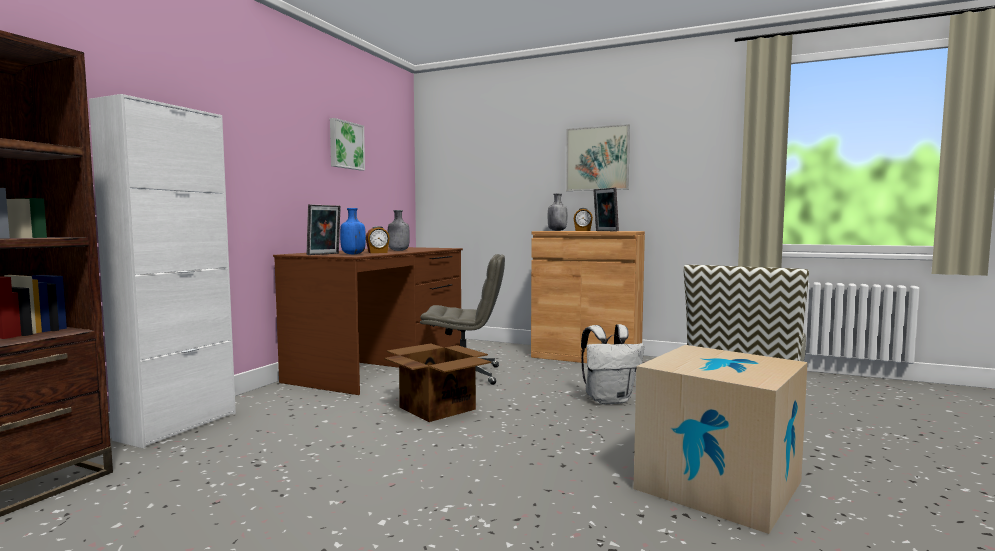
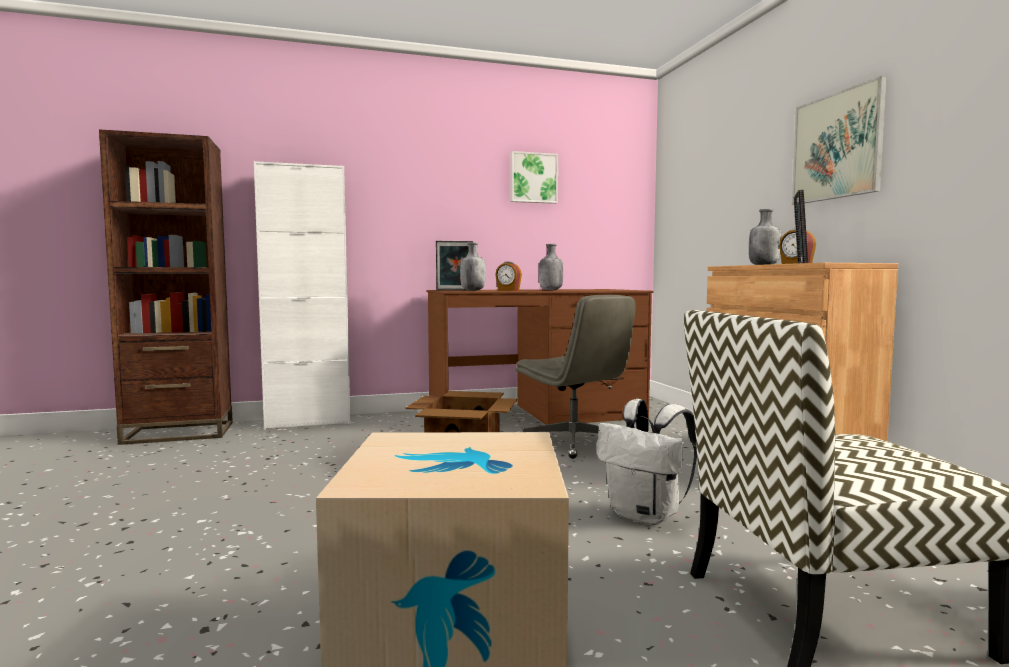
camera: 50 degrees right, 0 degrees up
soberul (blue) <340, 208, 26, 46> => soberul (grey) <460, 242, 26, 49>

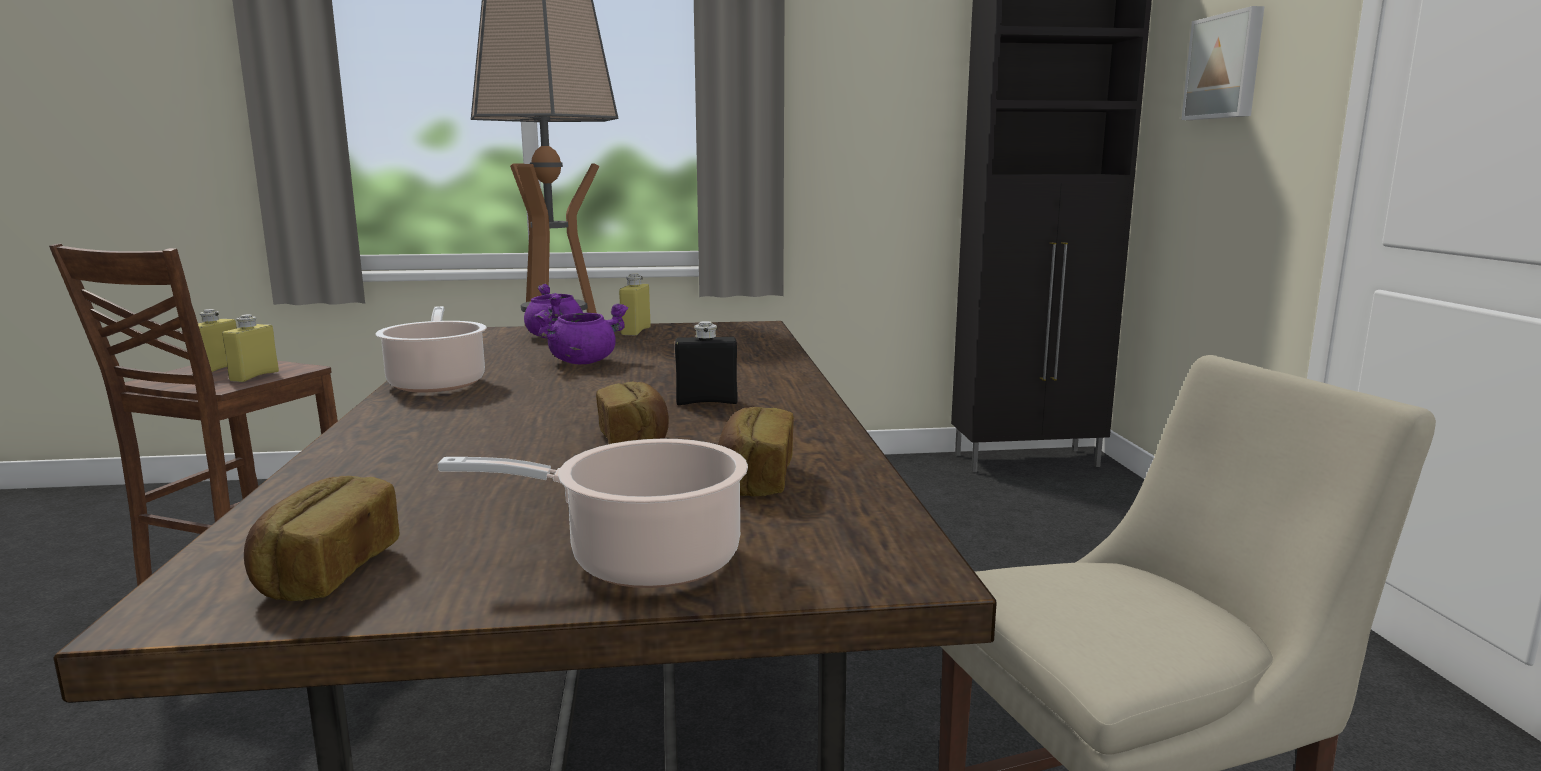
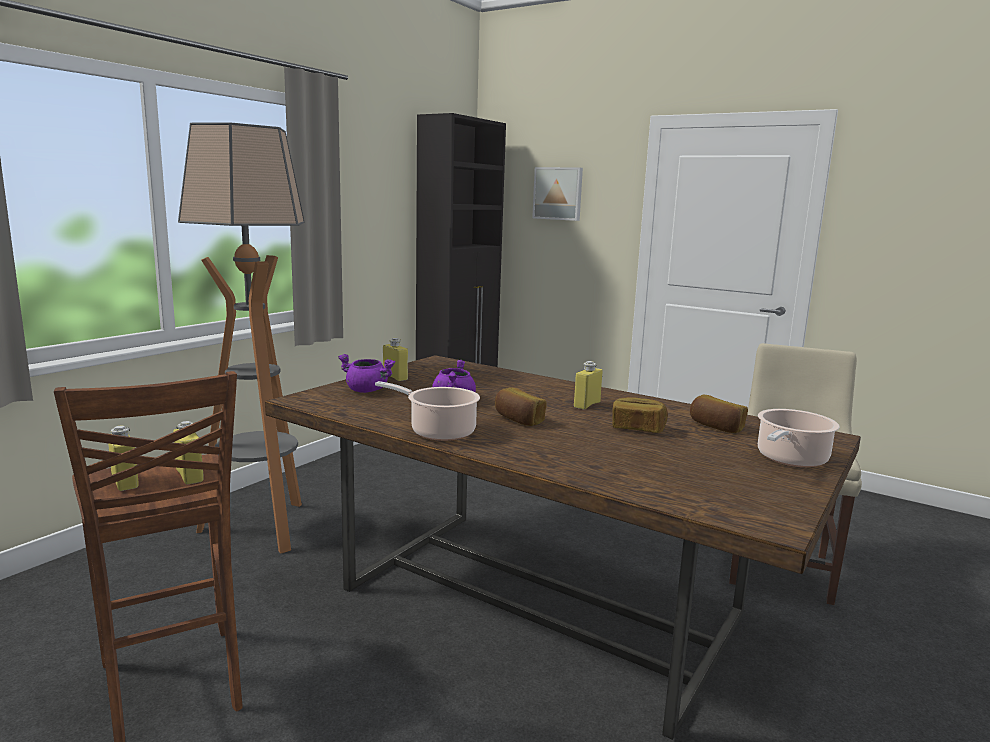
camera: 50 degrees left, 0 degrees up
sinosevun <244, 476, 156, 125> => sinosevun <495, 388, 52, 38>, shifted
soberul (black) <675, 321, 63, 84> => soberul (yellow) <574, 361, 28, 48>

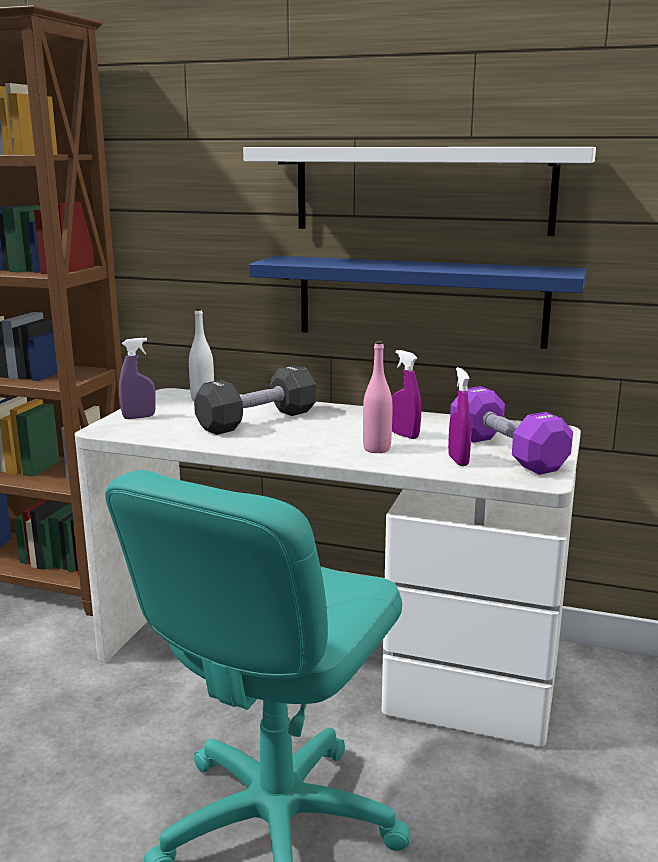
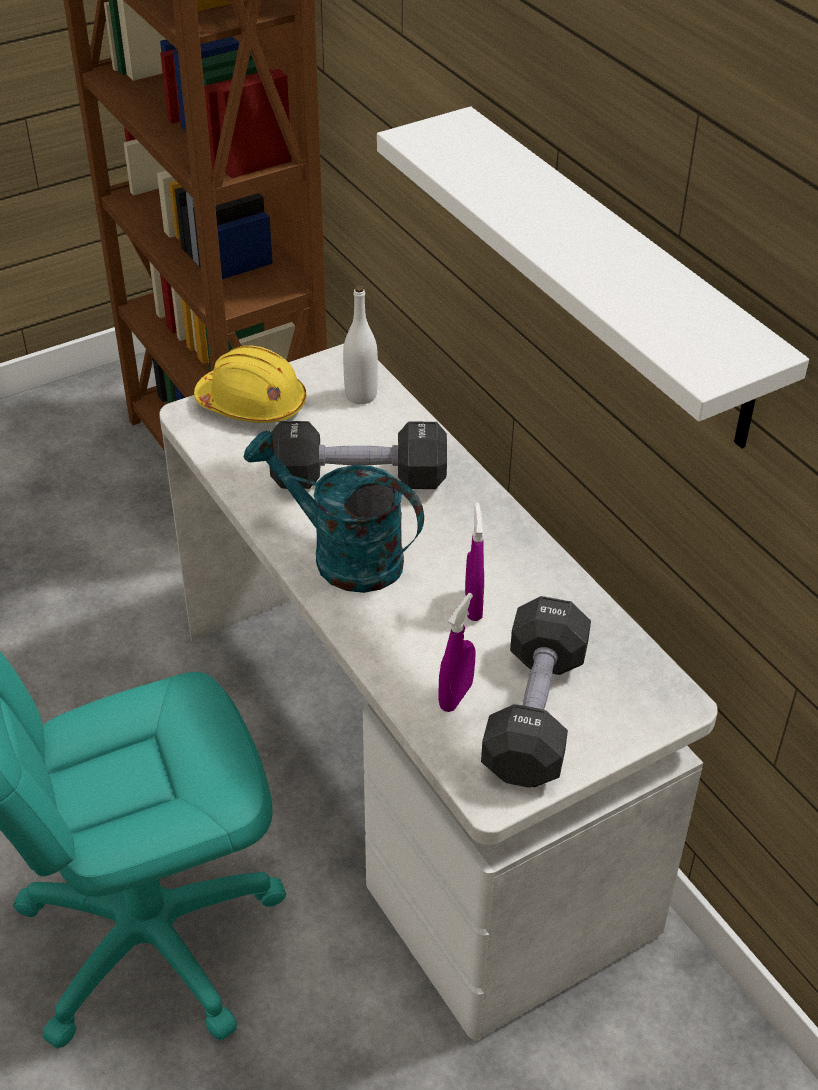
camera: 40 degrees right, 25 degrees up
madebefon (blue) <249, 256, 338, 93> => nothing
soberul (pink) <363, 341, 29, 112> => nothing
nothing => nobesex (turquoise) <244, 431, 180, 162>
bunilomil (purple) <119, 338, 37, 81> => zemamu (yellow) <194, 346, 112, 77>
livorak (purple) <450, 386, 123, 89> => livorak (black) <481, 596, 110, 191>

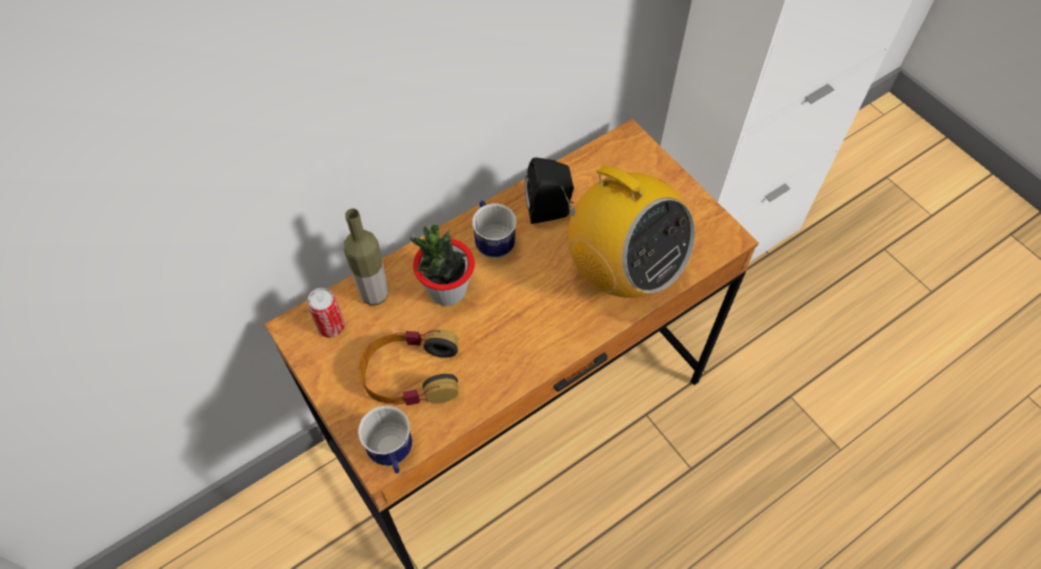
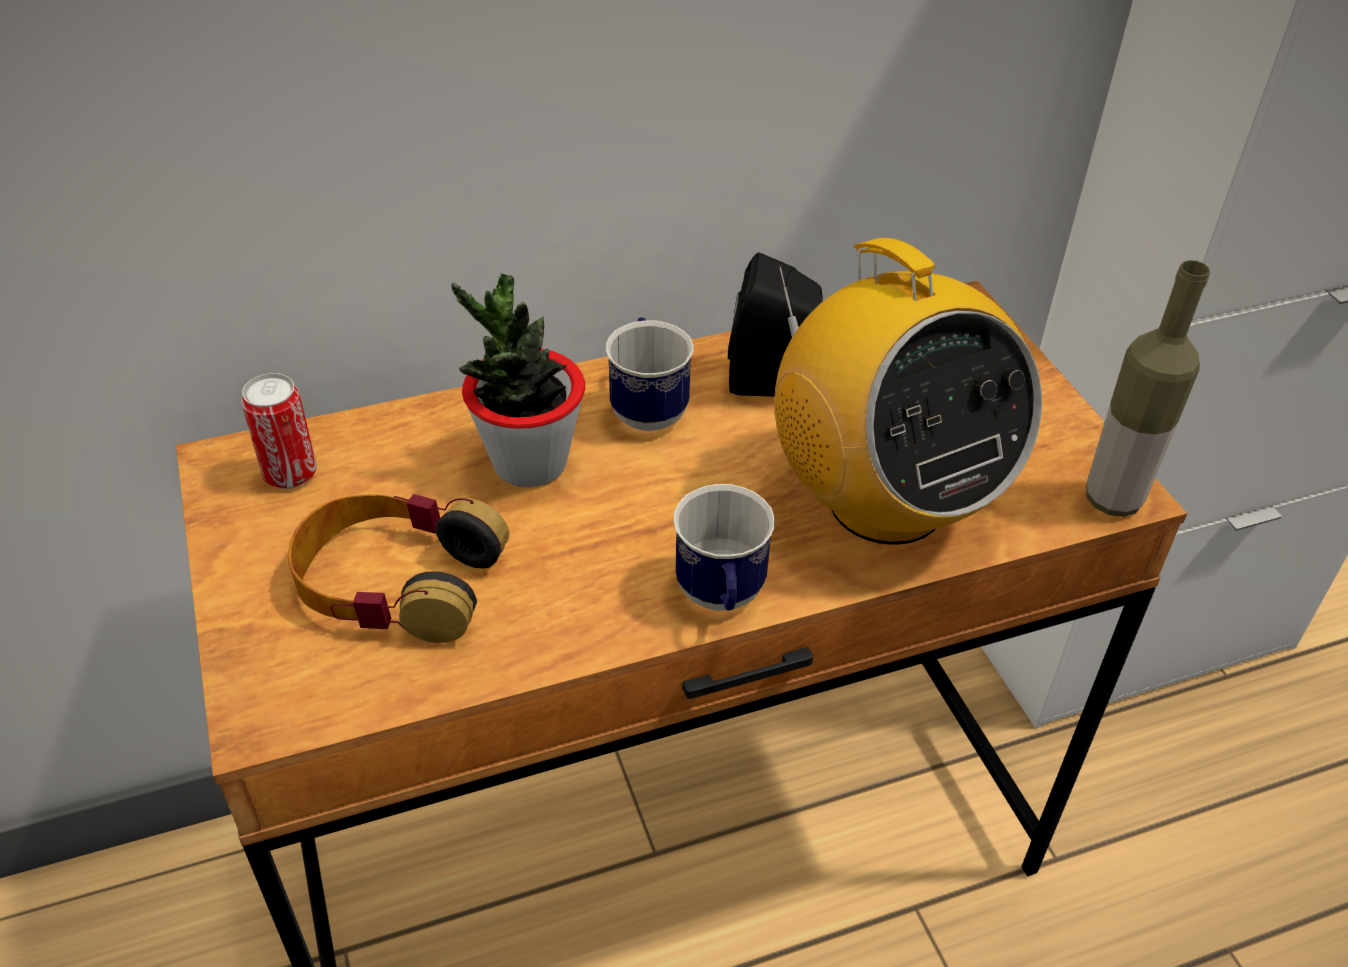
camera: 15 degrees right, 15 degrees down
soberul <344, 208, 44, 97> => soberul <1086, 260, 124, 257>, shifted
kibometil <358, 406, 54, 67> => kibometil <673, 484, 102, 126>, shifted

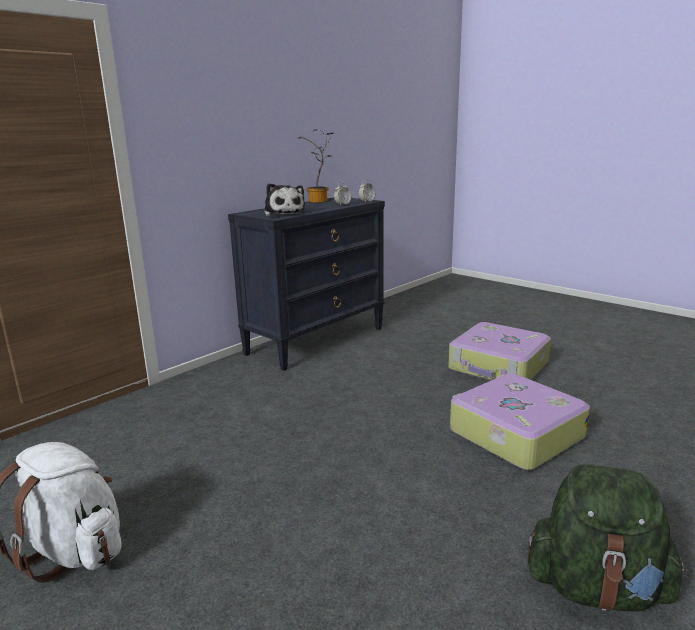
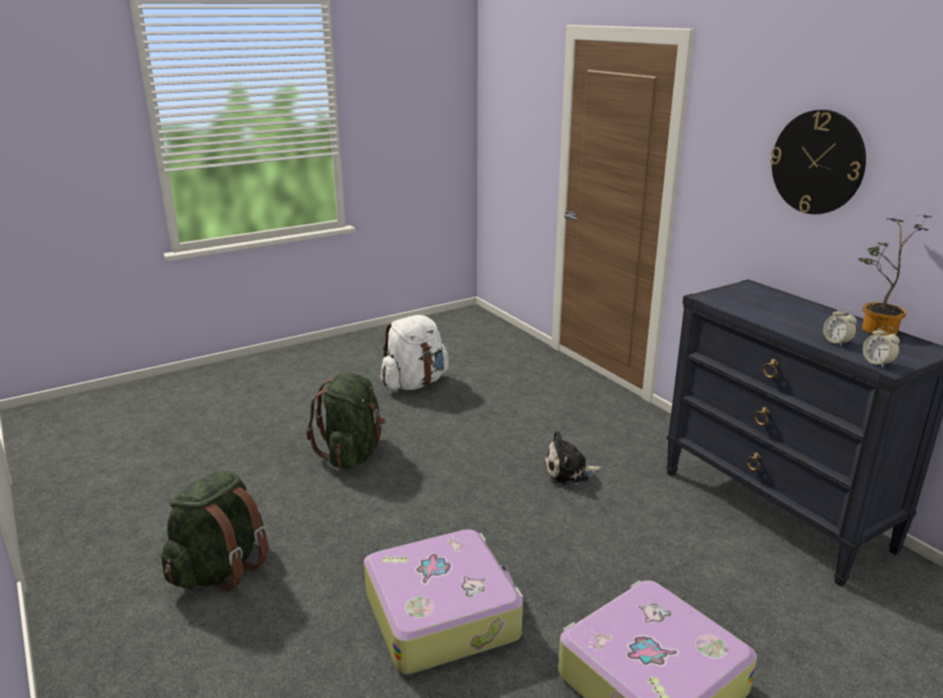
camera: 105 degrees right, 5 degrees up
nothing => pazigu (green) <307, 373, 79, 96>
nothing => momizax <770, 110, 96, 104>
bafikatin <264, 183, 41, 33> => bafikatin <544, 431, 58, 54>, shifted

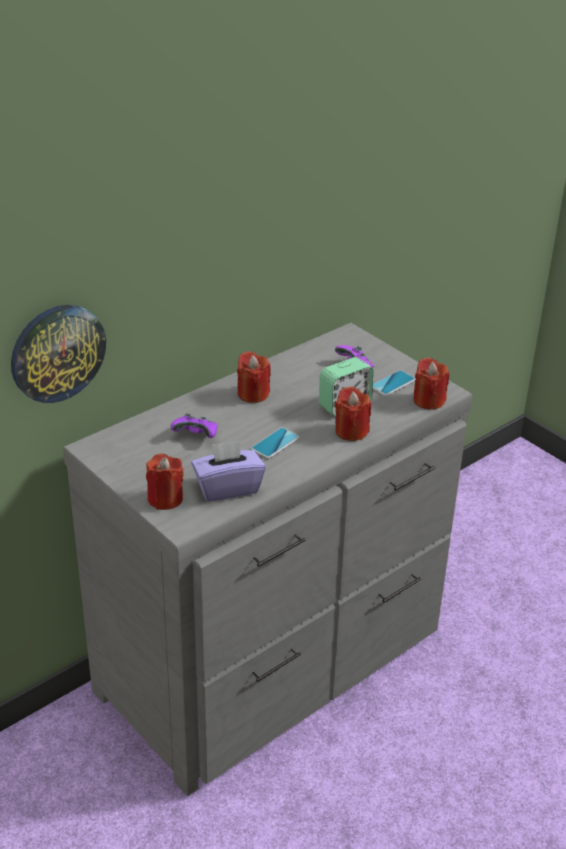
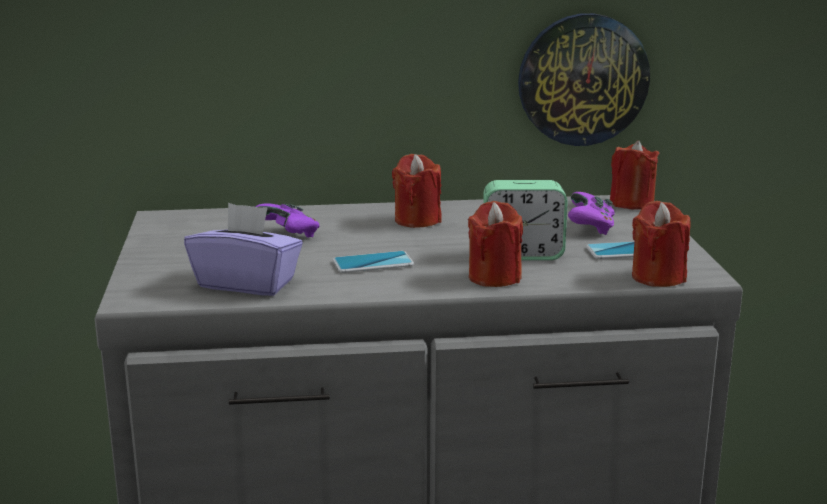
camera: 35 degrees right, 15 degrees down
momizax <11, 305, 95, 98> => momizax <518, 13, 132, 133>, shifted
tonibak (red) <146, 454, 37, 56> => tonibak (red) <610, 141, 49, 69>, shifted

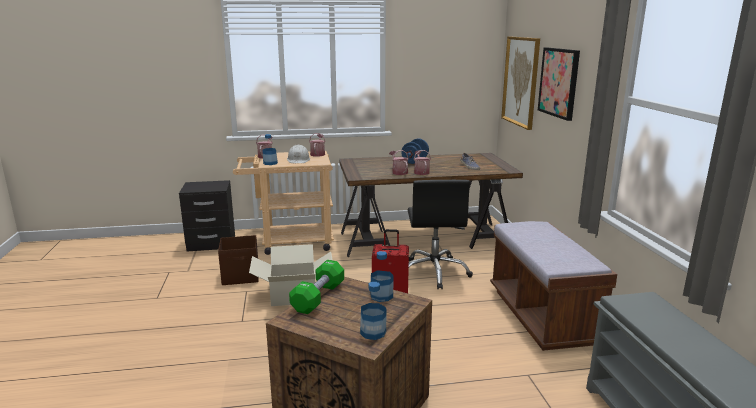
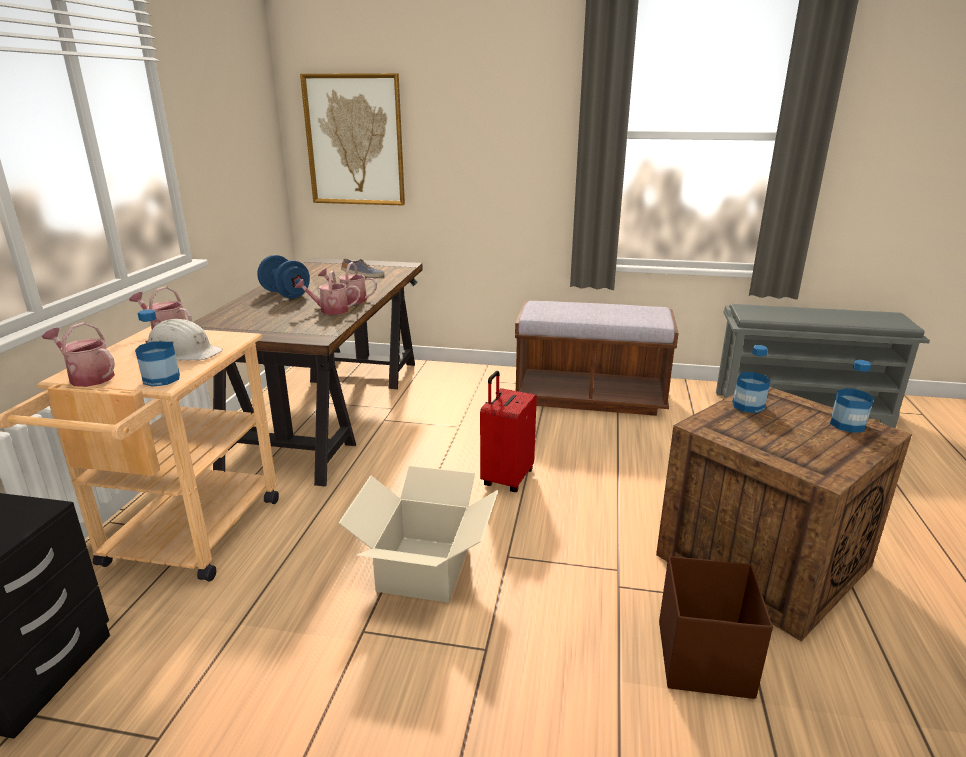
camera: 70 degrees left, 5 degrees up
livorak (green) <289, 260, 55, 54> => nothing
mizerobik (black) <408, 180, 65, 109> => nothing
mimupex <538, 47, 42, 74> => nothing
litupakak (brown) <218, 235, 41, 50> => litupakak (brown) <659, 556, 114, 143>, shifted

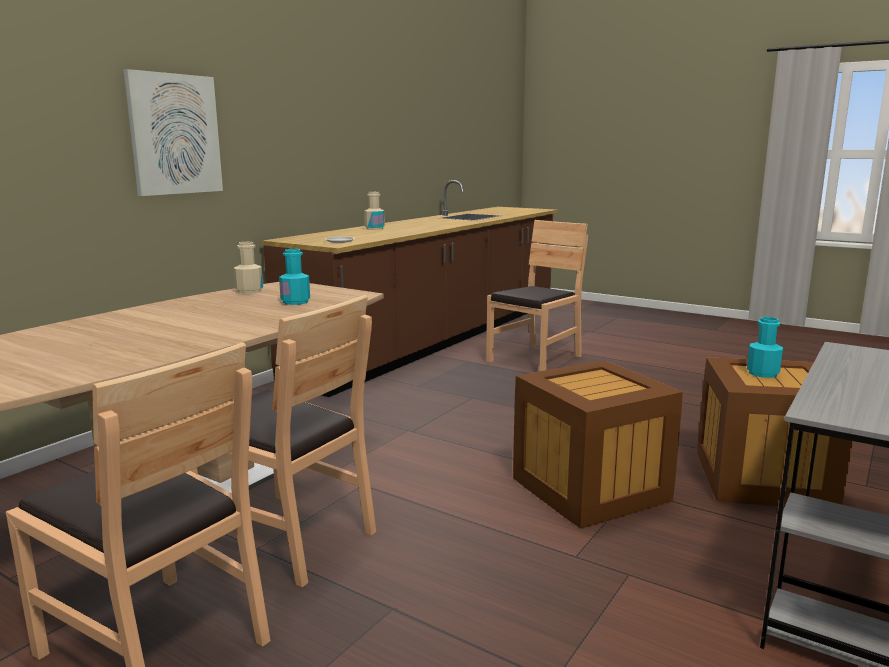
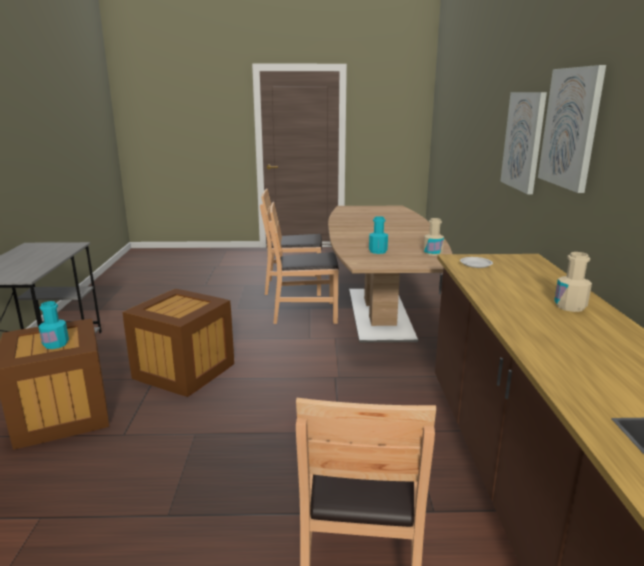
camera: 145 degrees right, 5 degrees up
nothing => mimupex <538, 65, 68, 128>

